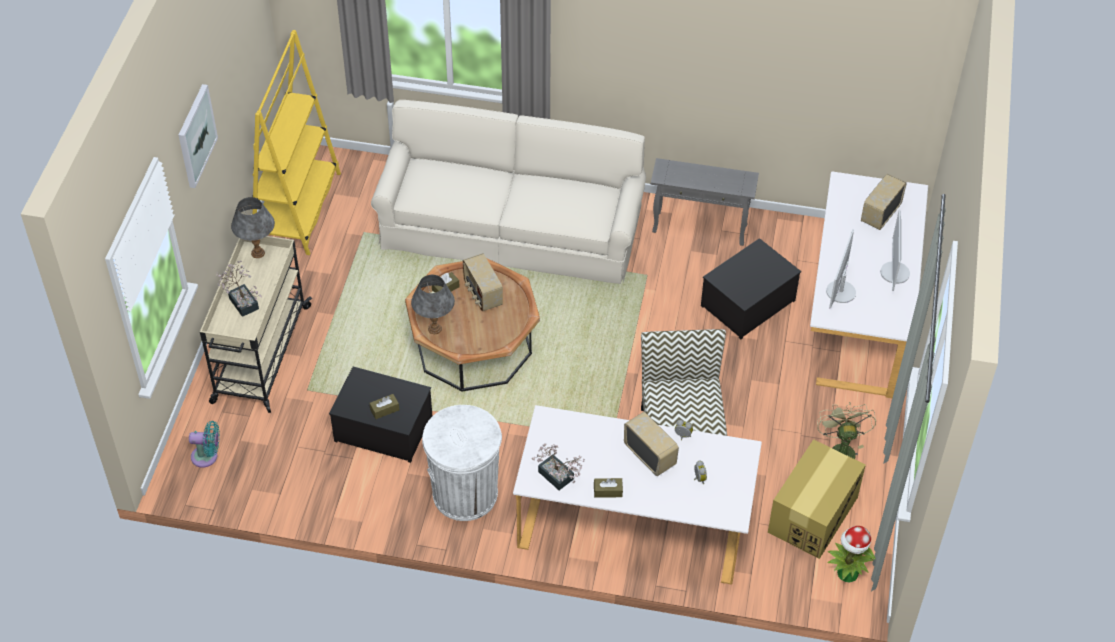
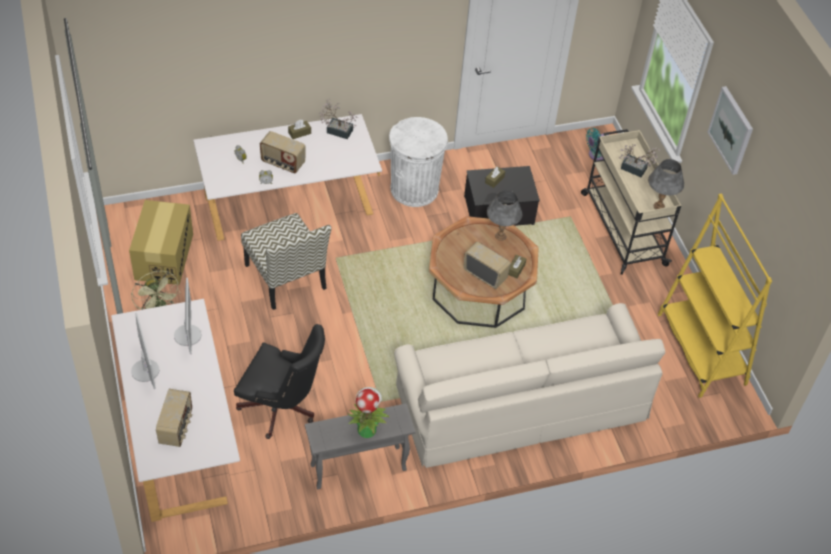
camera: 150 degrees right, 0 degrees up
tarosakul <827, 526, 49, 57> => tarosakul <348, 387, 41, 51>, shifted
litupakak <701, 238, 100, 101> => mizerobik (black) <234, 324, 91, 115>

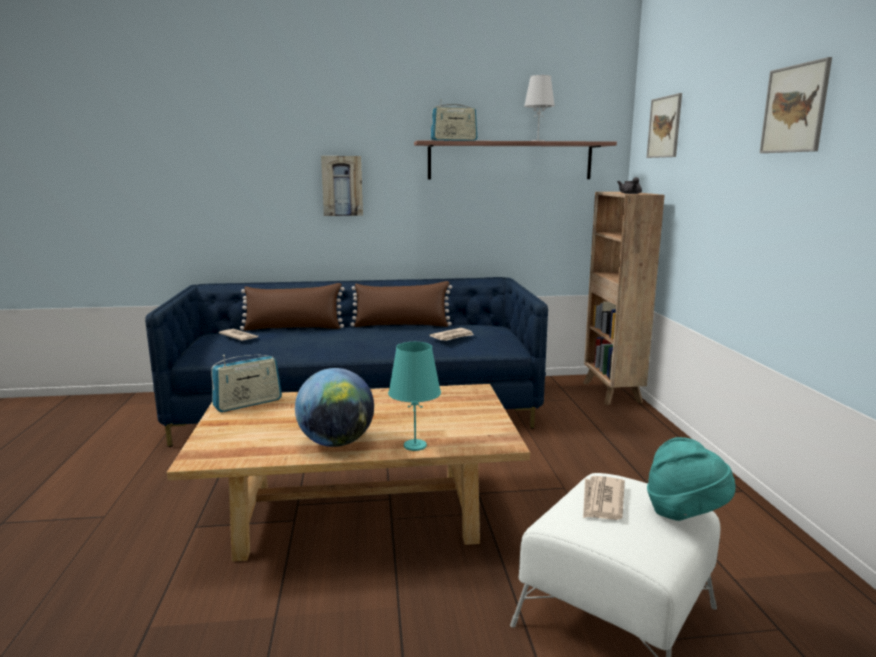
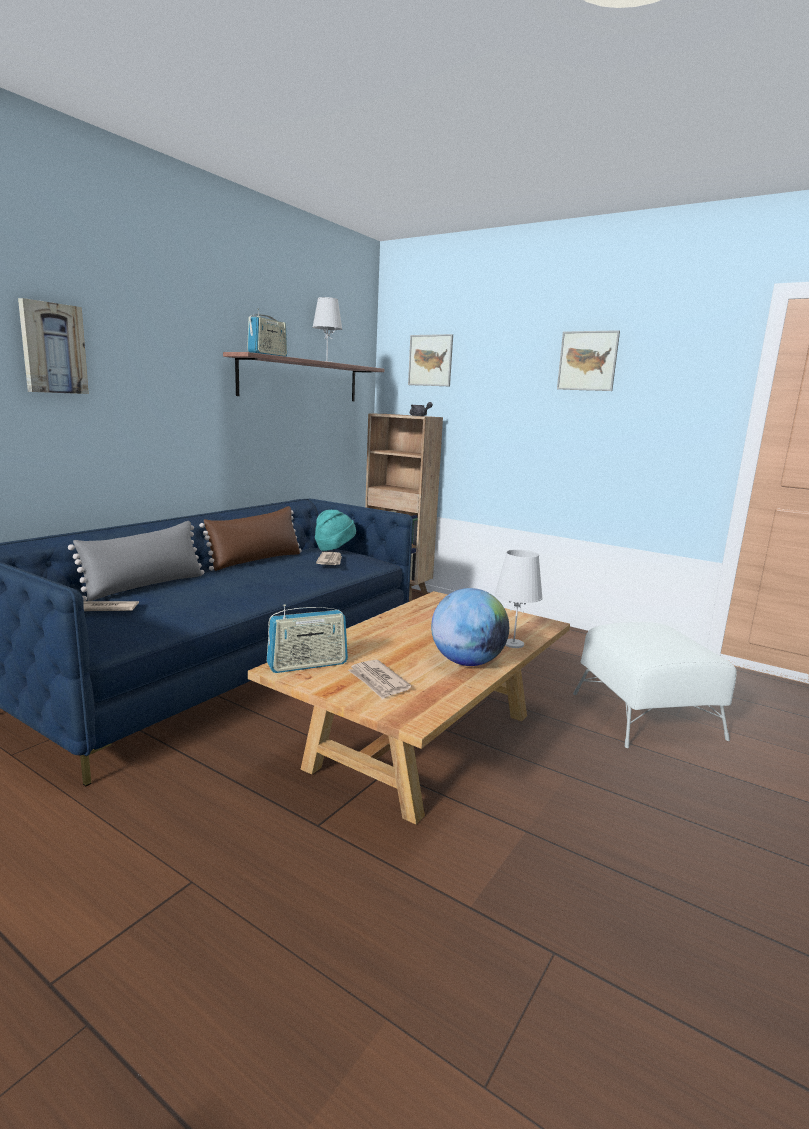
camera: 50 degrees left, 0 degrees up
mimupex <321, 156, 42, 60> => mimupex <18, 298, 71, 96>, shifted
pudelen <583, 476, 42, 44> => pudelen <348, 660, 63, 39>, shifted
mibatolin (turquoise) <647, 437, 89, 84> => mibatolin (turquoise) <315, 510, 41, 41>, shifted
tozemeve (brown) <240, 283, 105, 48> => tozemeve (grey) <68, 521, 136, 80>
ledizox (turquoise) <388, 342, 53, 109> => ledizox (white) <495, 550, 48, 98>
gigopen <211, 355, 71, 57> => gigopen <267, 604, 81, 69>, 60 degrees clockwise

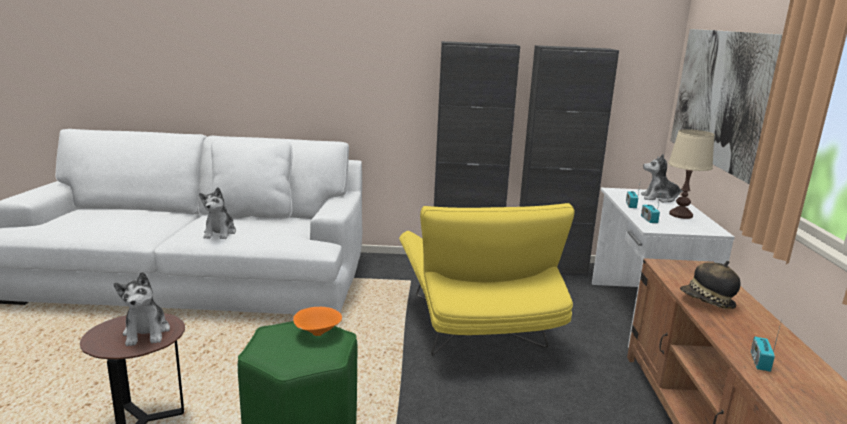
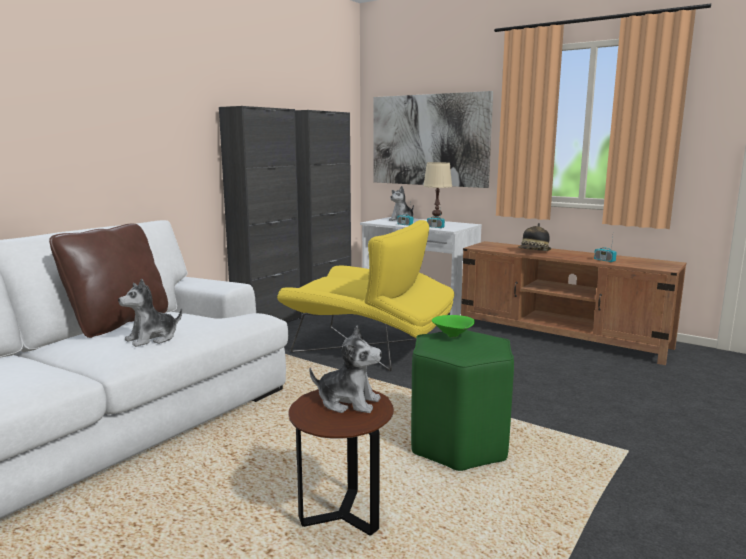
camera: 55 degrees left, 5 degrees down
tozemeve (white) <211, 140, 82, 79> => tozemeve (brown) <49, 223, 119, 115>
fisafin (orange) <293, 307, 49, 29> => fisafin (green) <432, 315, 43, 23>
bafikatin <199, 187, 37, 52> => bafikatin <118, 279, 64, 68>, 105 degrees clockwise

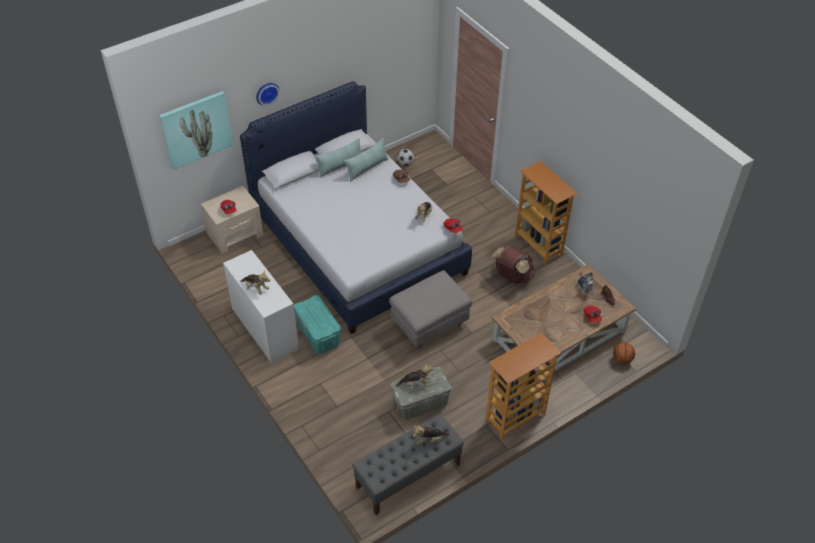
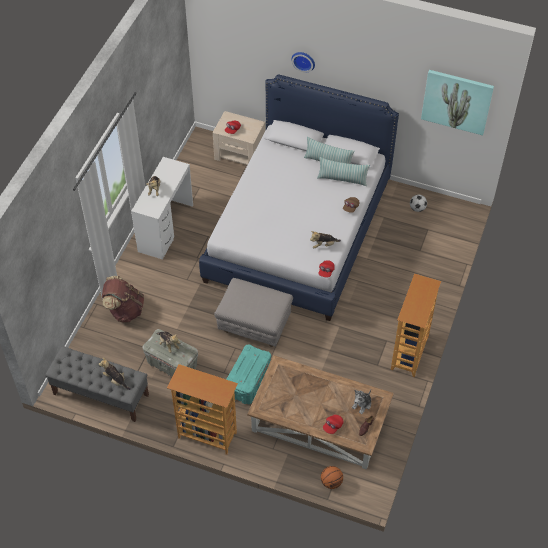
camera: 55 degrees right, 5 degrees up
mimupex <159, 91, 74, 79> => mimupex <421, 70, 73, 65>, shifted
litupakak (turquoise) <294, 295, 47, 59> => litupakak (turquoise) <226, 344, 45, 60>, shifted
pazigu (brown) <492, 246, 43, 38> => pazigu (brown) <102, 276, 42, 46>, shifted

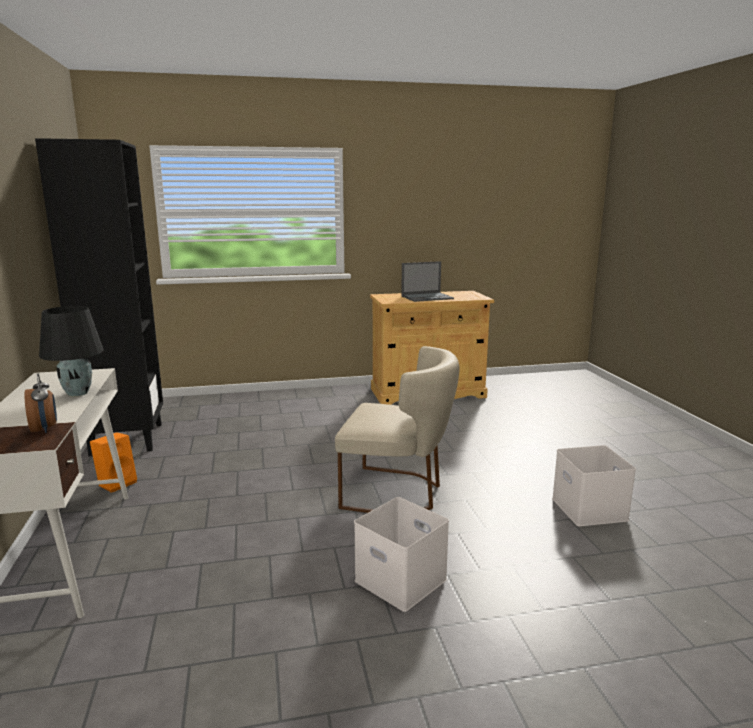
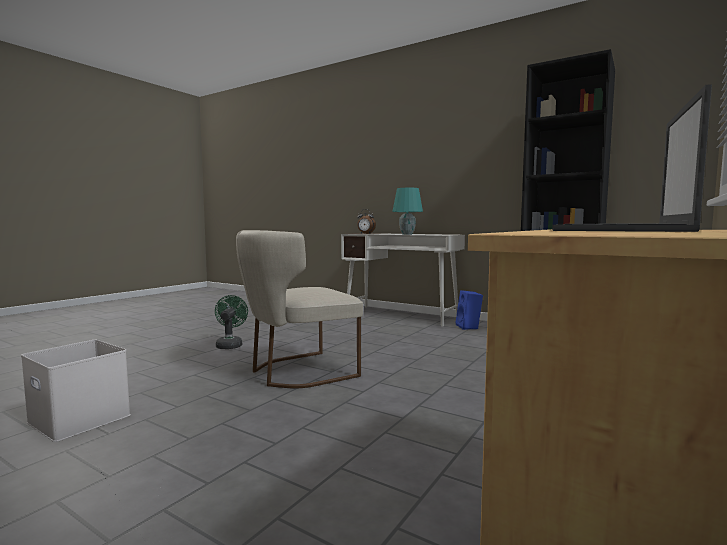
camera: 135 degrees right, 10 degrees down
litupakak (white) <354, 497, 95, 115> => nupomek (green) <215, 295, 33, 54>
ledizox (black) <39, 306, 65, 90> => ledizox (turquoise) <392, 188, 31, 47>
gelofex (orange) <90, 432, 47, 61> => gelofex (blue) <455, 290, 28, 40>

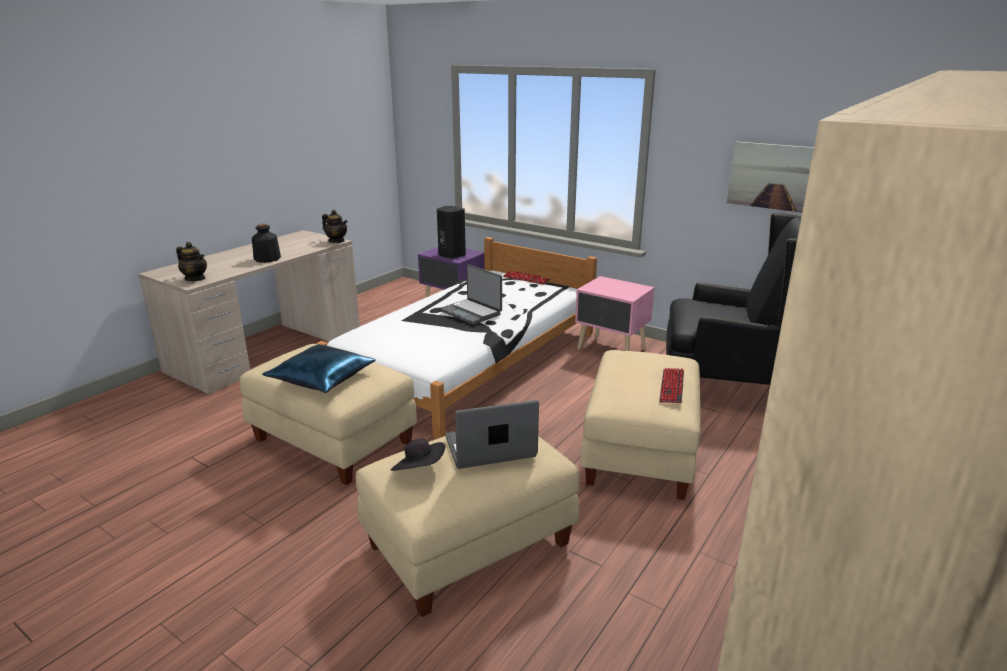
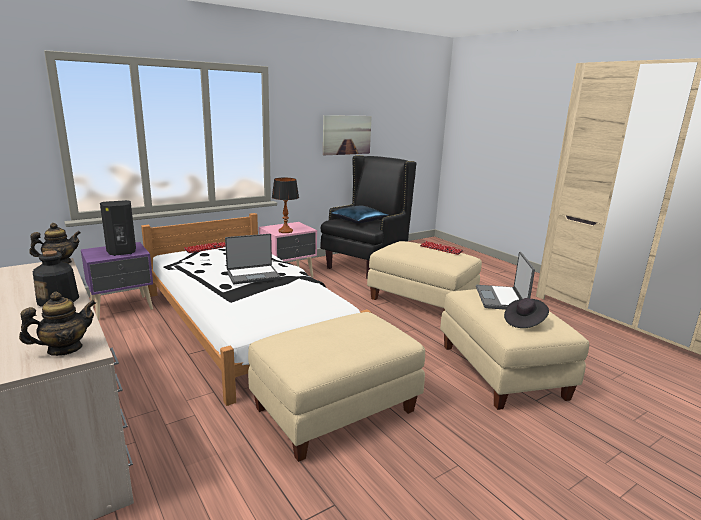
camera: 70 degrees left, 5 degrees down
nothing => ledizox <272, 178, 27, 55>
tozemeve (blue) <262, 344, 114, 49> => tozemeve (blue) <331, 205, 57, 18>, shifted

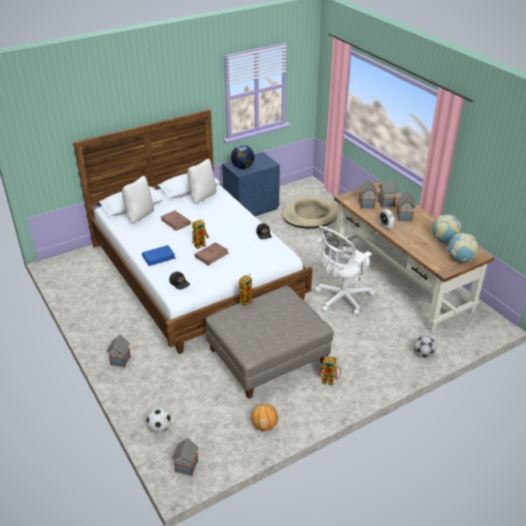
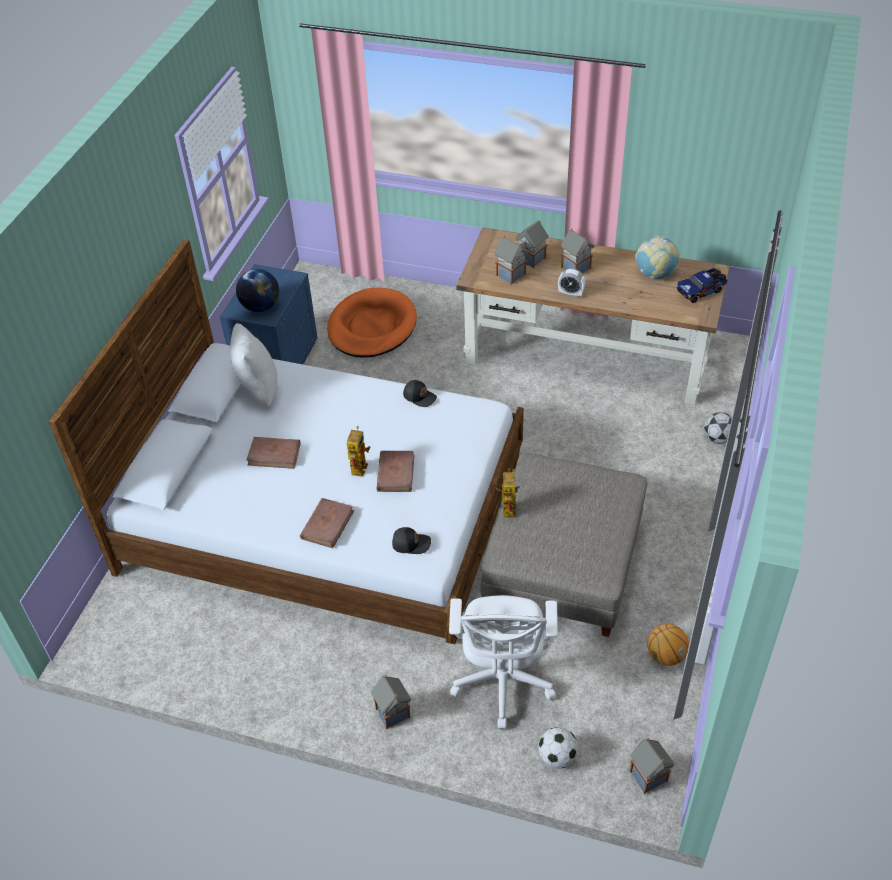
camera: 40 degrees left, 10 degrees up
tozemeve (white) <122, 176, 32, 47> => nothing
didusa <318, 356, 23, 29> => nothing
mizerobik (white) <315, 226, 60, 89> => mizerobik (white) <449, 595, 109, 134>, shifted
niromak <447, 233, 31, 29> => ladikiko <677, 268, 50, 35>
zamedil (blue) <142, 245, 34, 21> => zamedil (brown) <300, 498, 54, 50>
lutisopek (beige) <282, 197, 56, 32> => lutisopek (orange) <327, 288, 90, 70>

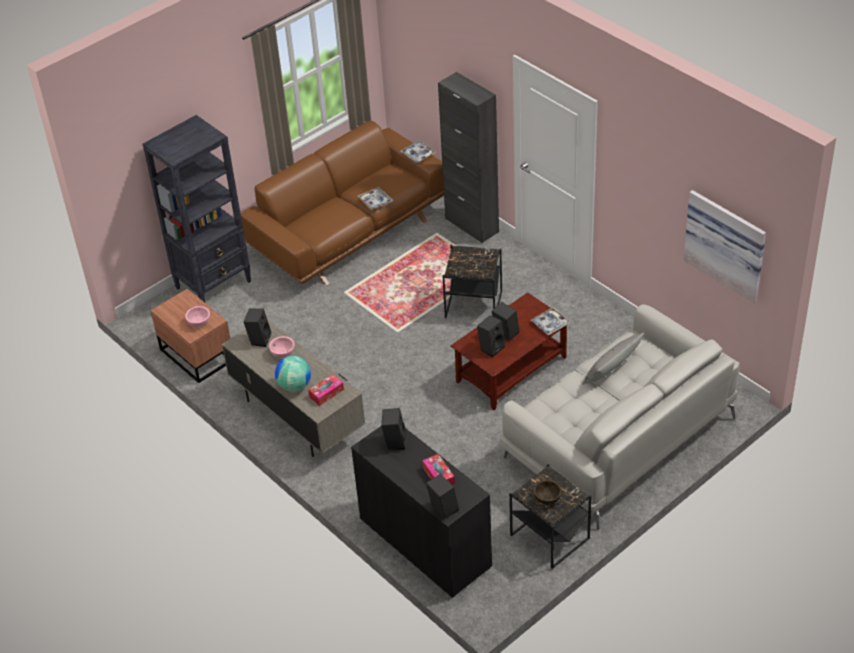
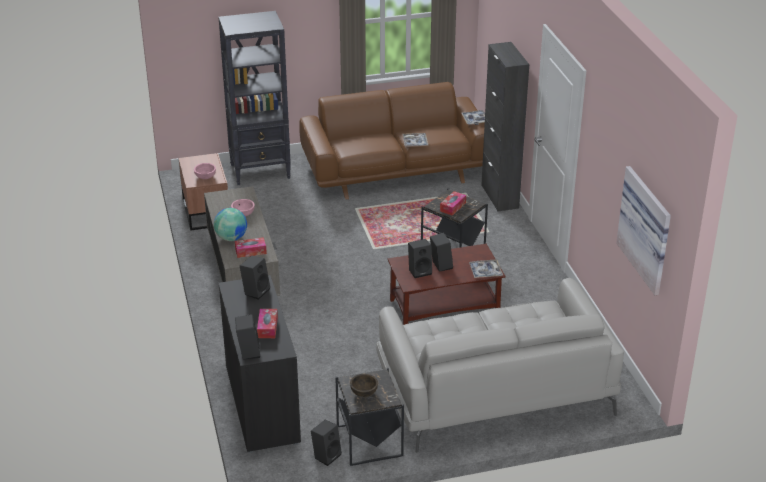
camera: 25 degrees right, 10 degrees down
tozemeve (grey) <582, 332, 62, 53> => nothing
nothing => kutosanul <440, 191, 26, 25>
gelofex (black) <244, 308, 27, 39> => gelofex (black) <311, 420, 31, 46>, shifted

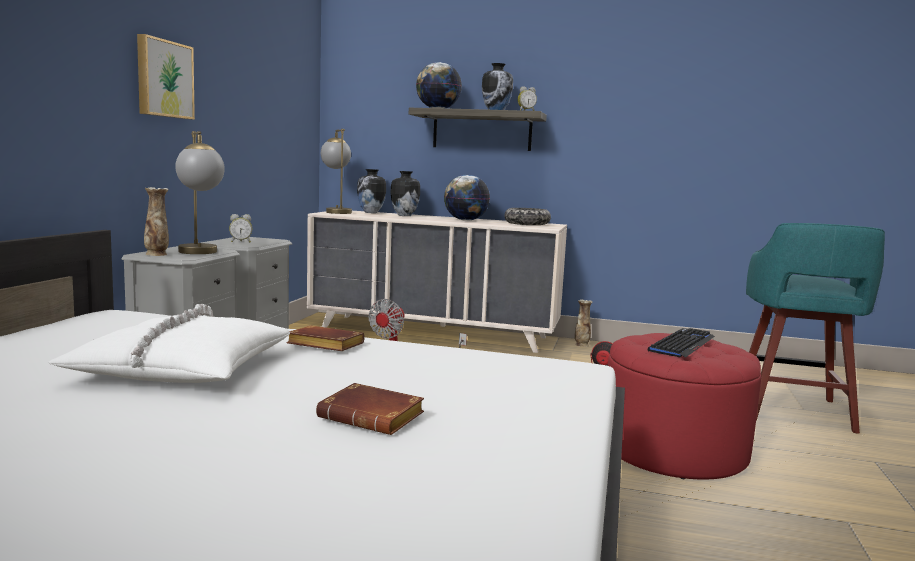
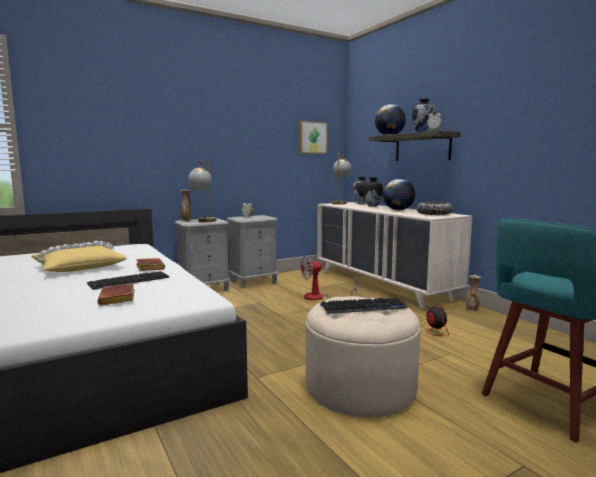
camera: 45 degrees right, 0 degrees up
nothing => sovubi <87, 271, 82, 19>
mimupex <137, 34, 58, 86> => mimupex <299, 121, 28, 33>, shifted
zamedil (brown) <316, 383, 108, 52> => zamedil (brown) <97, 283, 38, 23>, shifted
tozemeve (white) <48, 304, 242, 79> => tozemeve (yellow) <31, 241, 96, 31>
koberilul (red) <608, 333, 153, 146> => koberilul (beige) <306, 296, 114, 122>

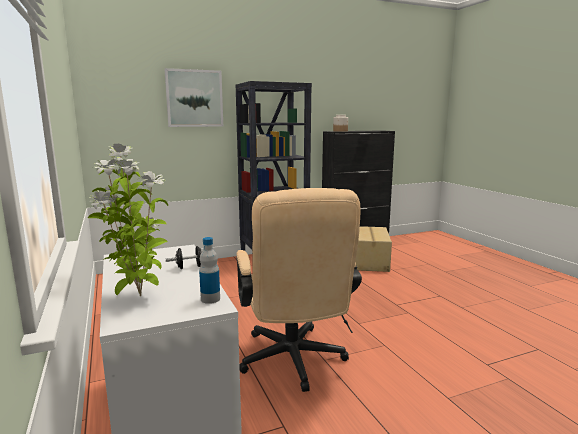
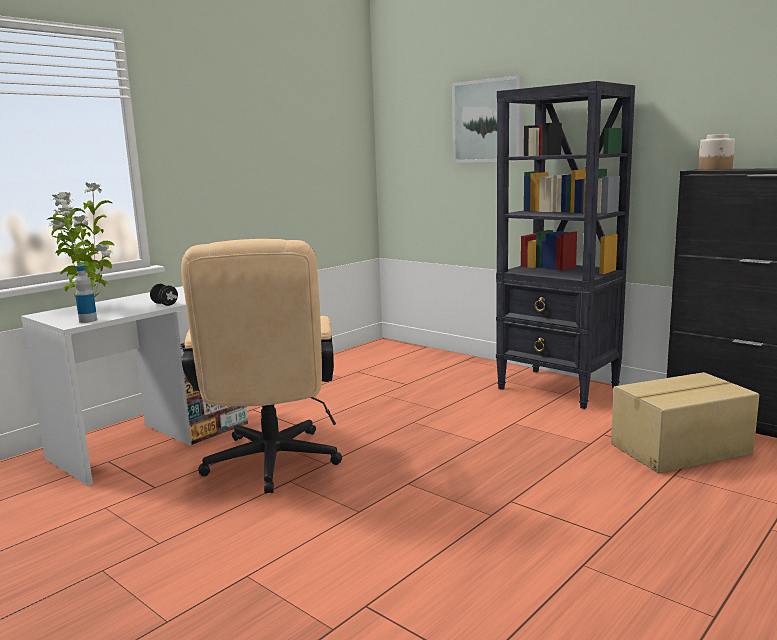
camera: 65 degrees right, 0 degrees up
mizerobik (beige) <236, 188, 126, 204> => mizerobik (beige) <181, 239, 161, 255>, 60 degrees counterclockwise

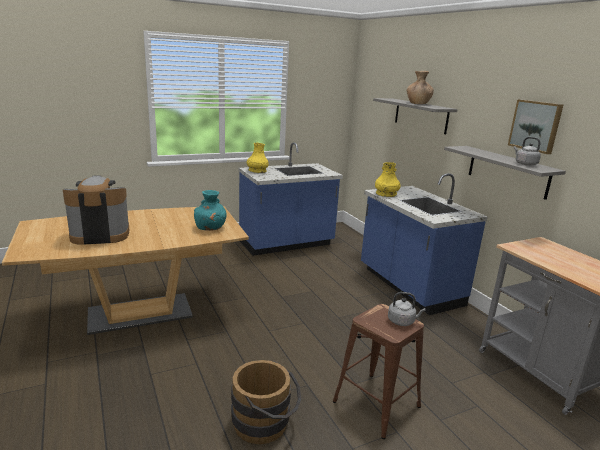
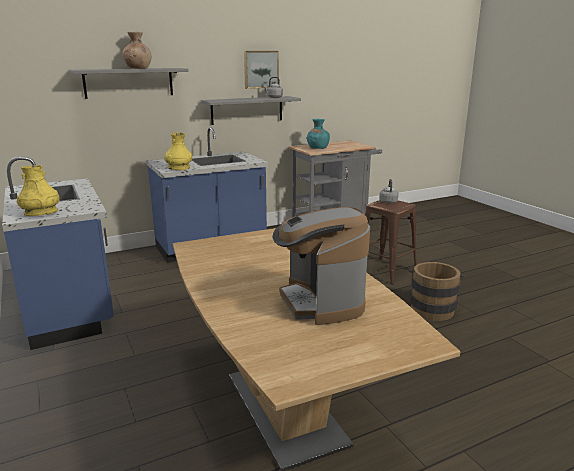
camera: 90 degrees left, 0 degrees up
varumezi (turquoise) <194, 190, 33, 41> => varumezi (turquoise) <307, 119, 23, 30>, shifted

